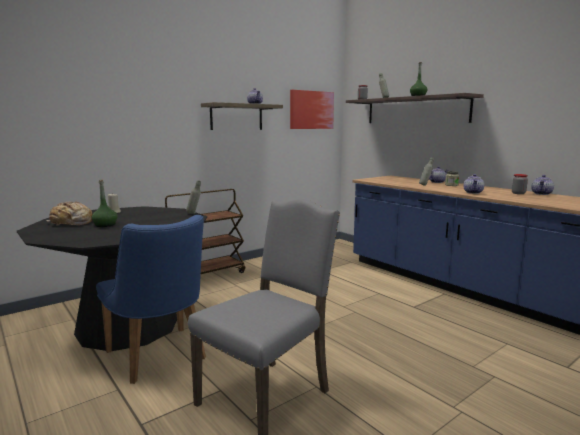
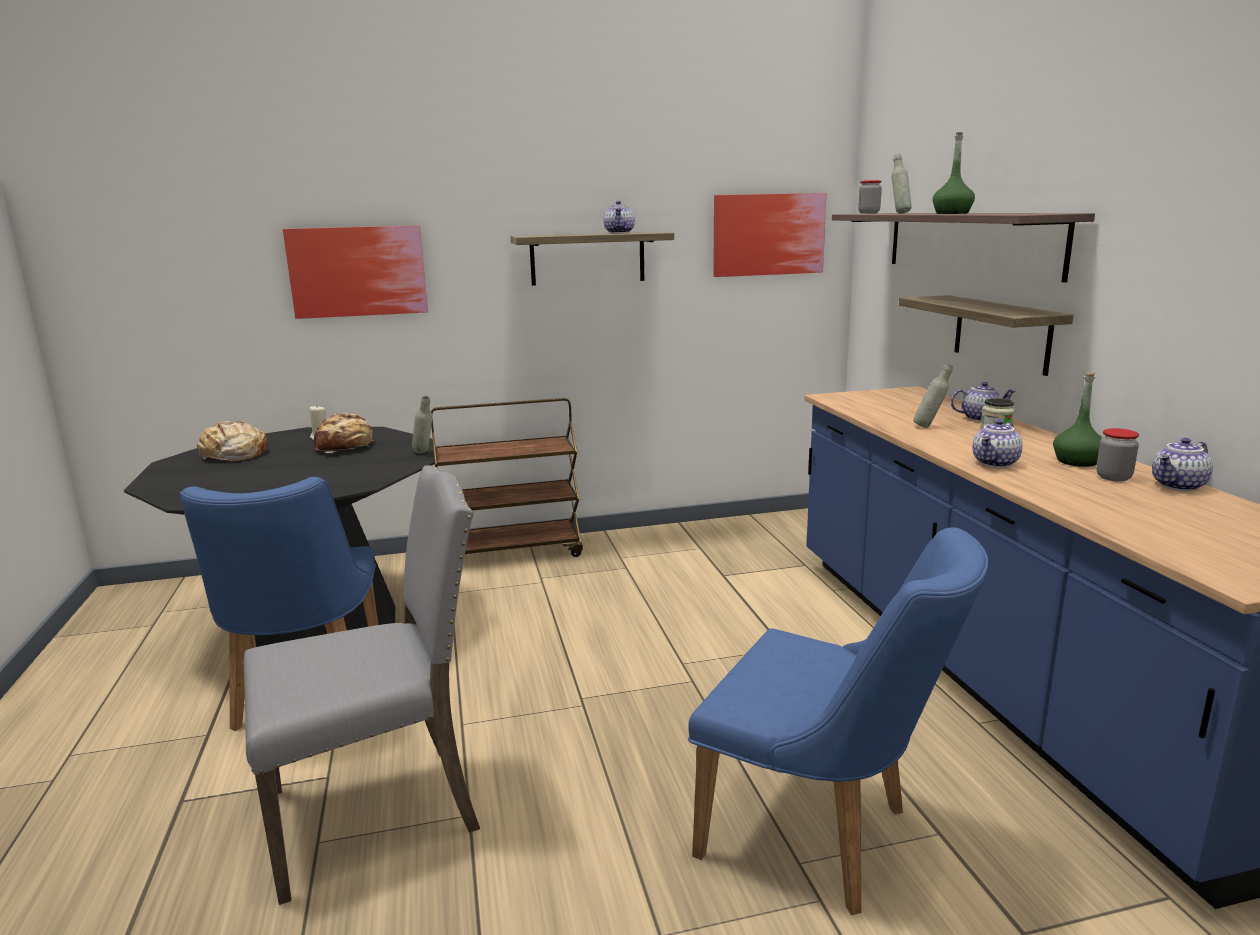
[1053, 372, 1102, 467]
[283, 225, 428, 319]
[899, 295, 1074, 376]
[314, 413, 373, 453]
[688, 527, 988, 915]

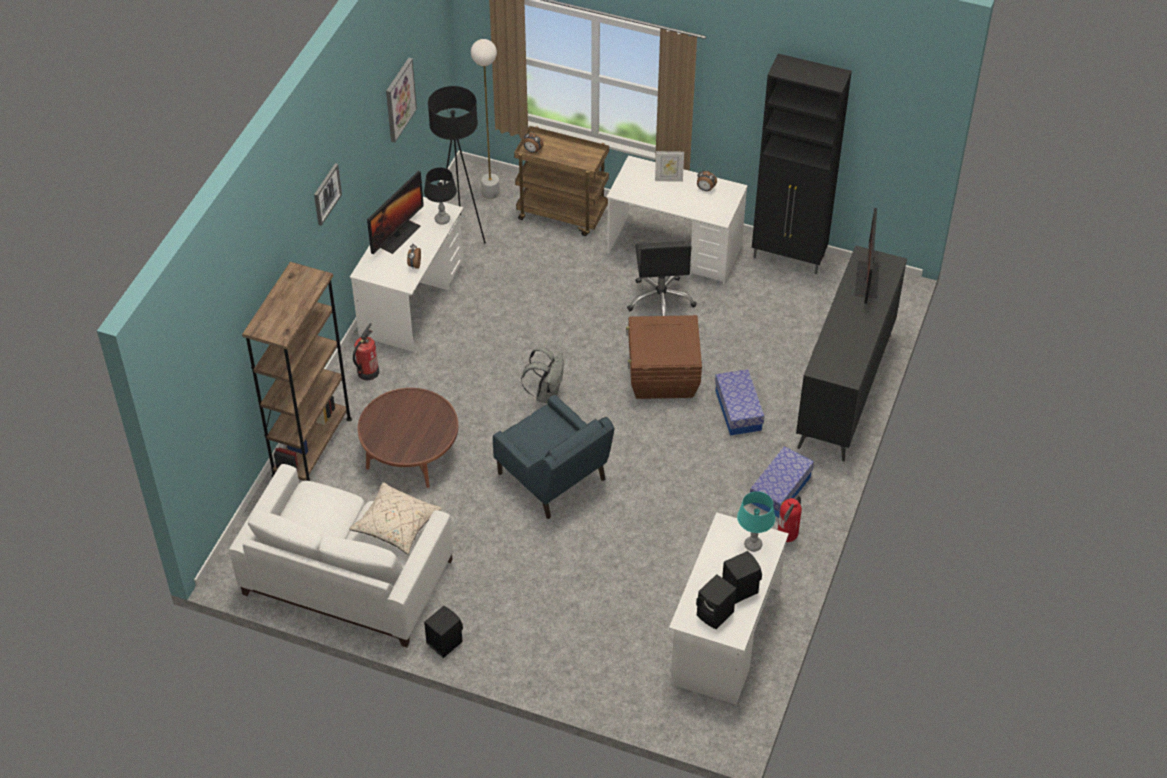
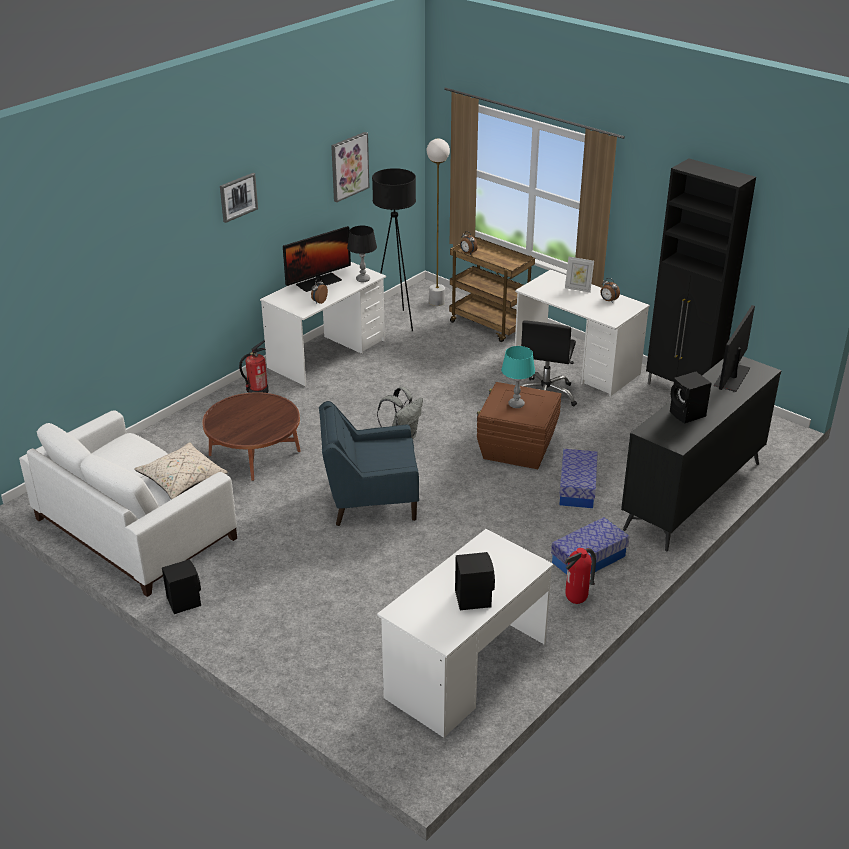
[242, 262, 352, 481] (first image)
[319, 401, 419, 526]
[501, 346, 535, 408]
[670, 372, 711, 423]

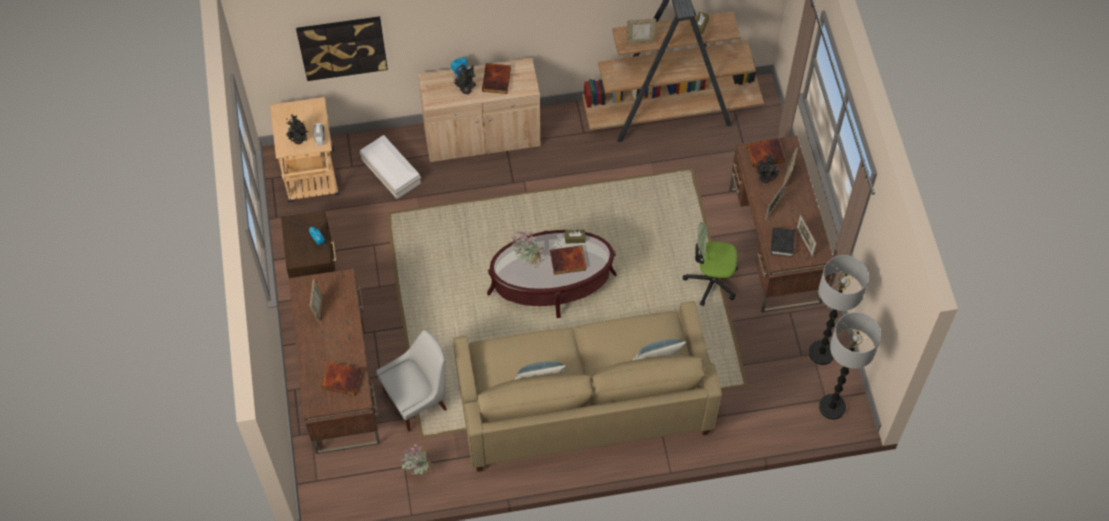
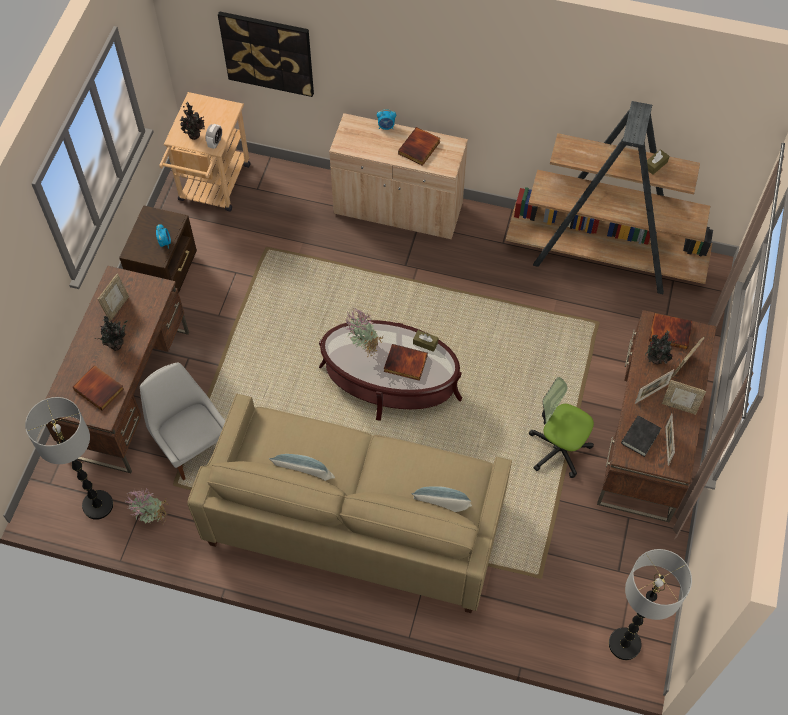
[662, 380, 706, 415]
[95, 316, 128, 351]
[360, 135, 421, 199] (first image)
[25, 397, 113, 520]
[140, 362, 225, 480]

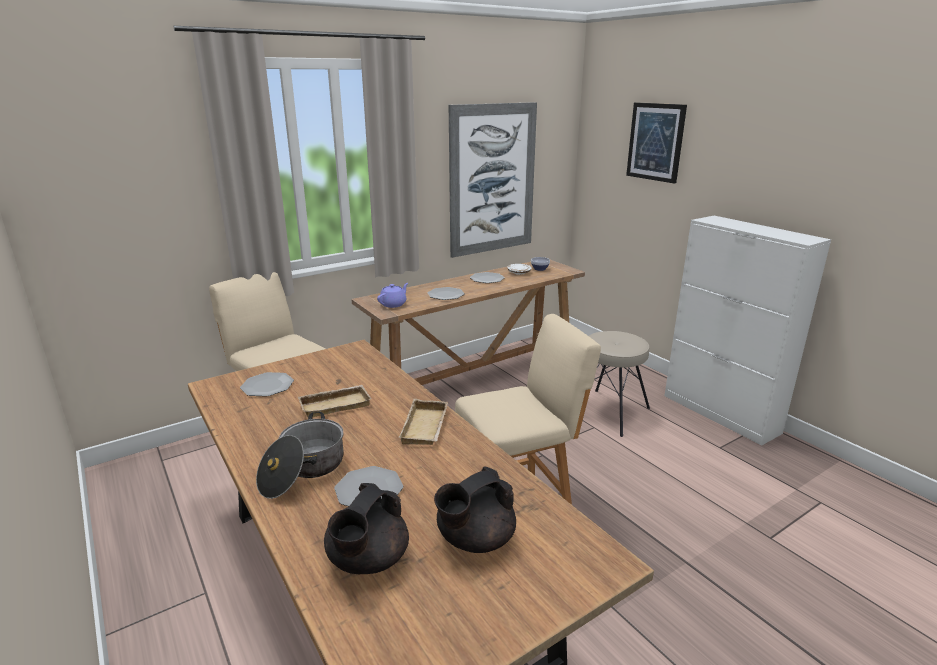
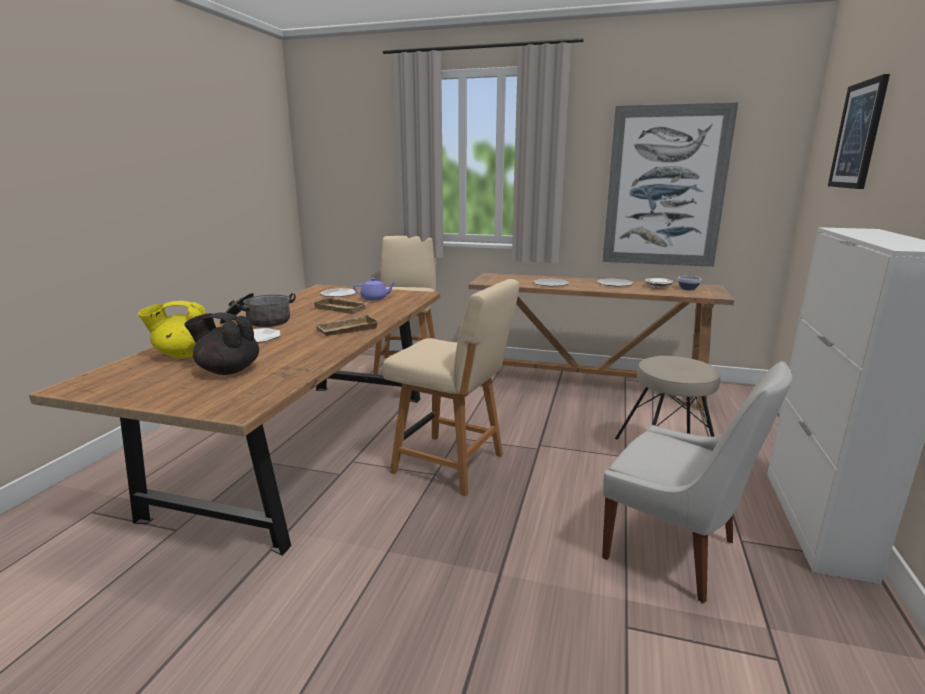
[353, 278, 396, 300]
[138, 301, 206, 358]
[602, 361, 792, 603]

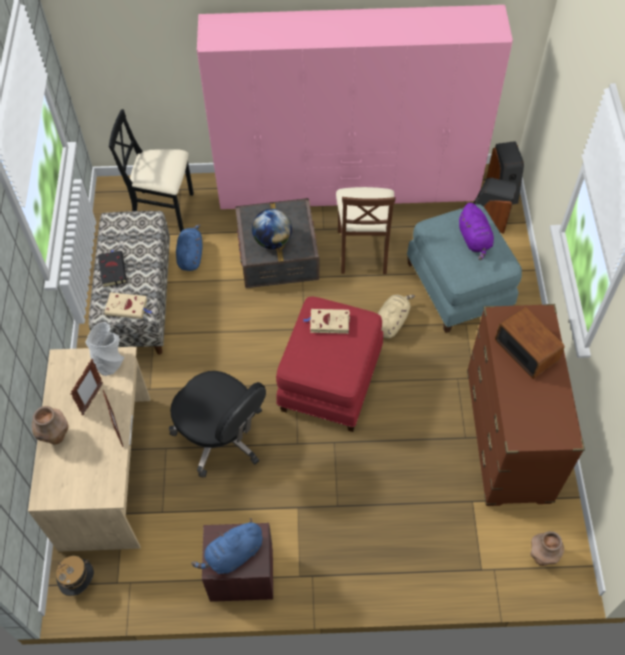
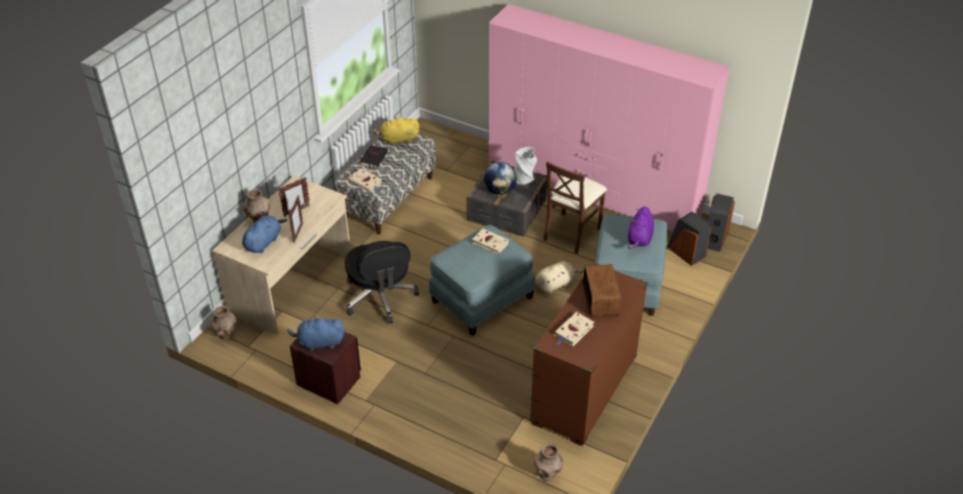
[109, 109, 194, 232] (first image)
[242, 215, 287, 253]
[429, 225, 535, 336]
[514, 147, 537, 185]
[211, 306, 237, 340]
[372, 117, 419, 146]
[554, 312, 595, 346]

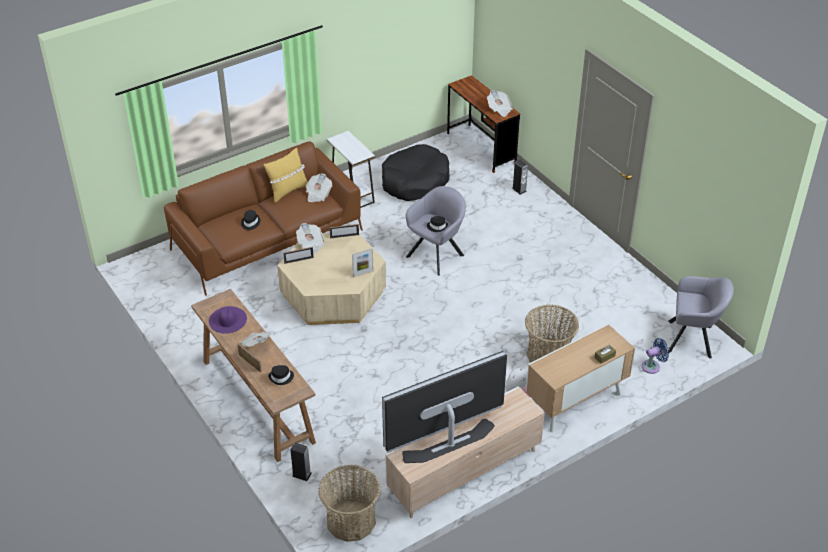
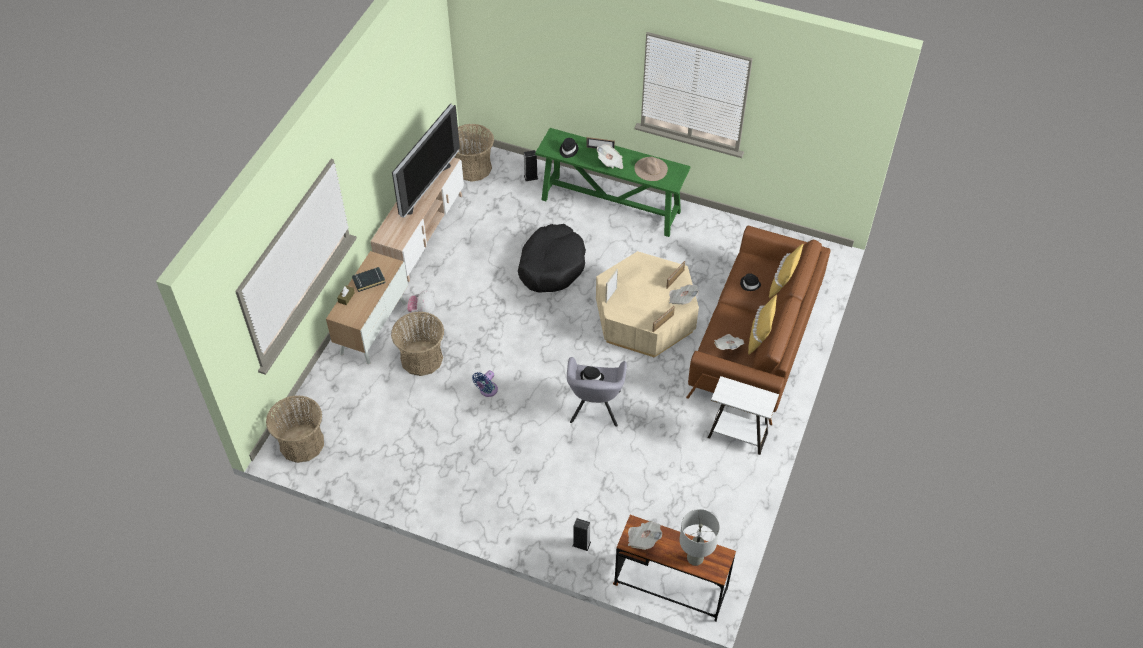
[518, 224, 586, 293]
[266, 395, 324, 463]
[535, 128, 690, 237]
[634, 157, 668, 181]
[472, 370, 498, 397]
[769, 244, 803, 298]
[352, 267, 386, 292]
[679, 509, 720, 566]

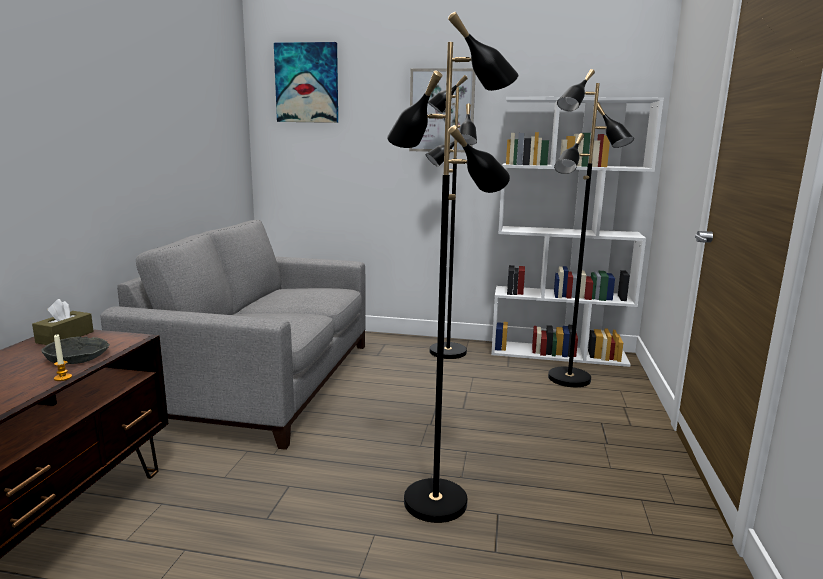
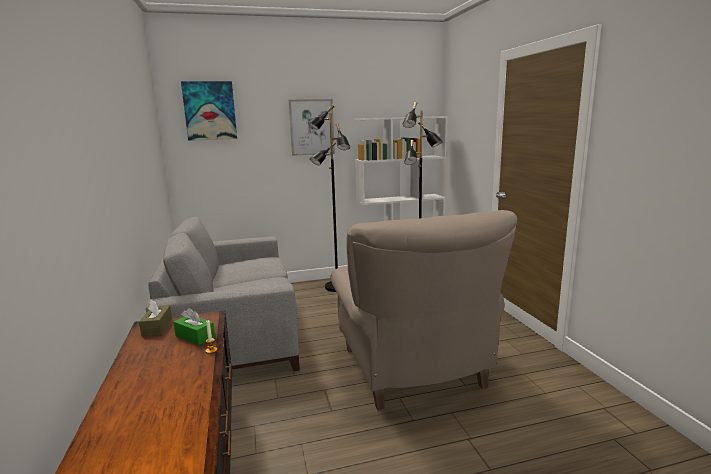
[330, 210, 517, 410]
[174, 308, 215, 345]

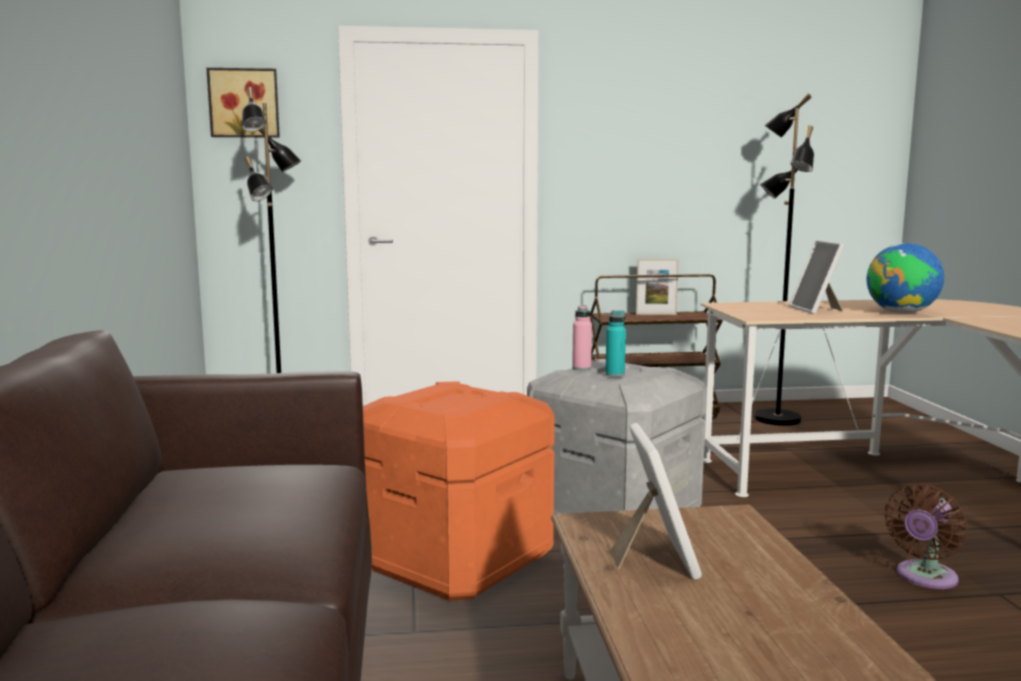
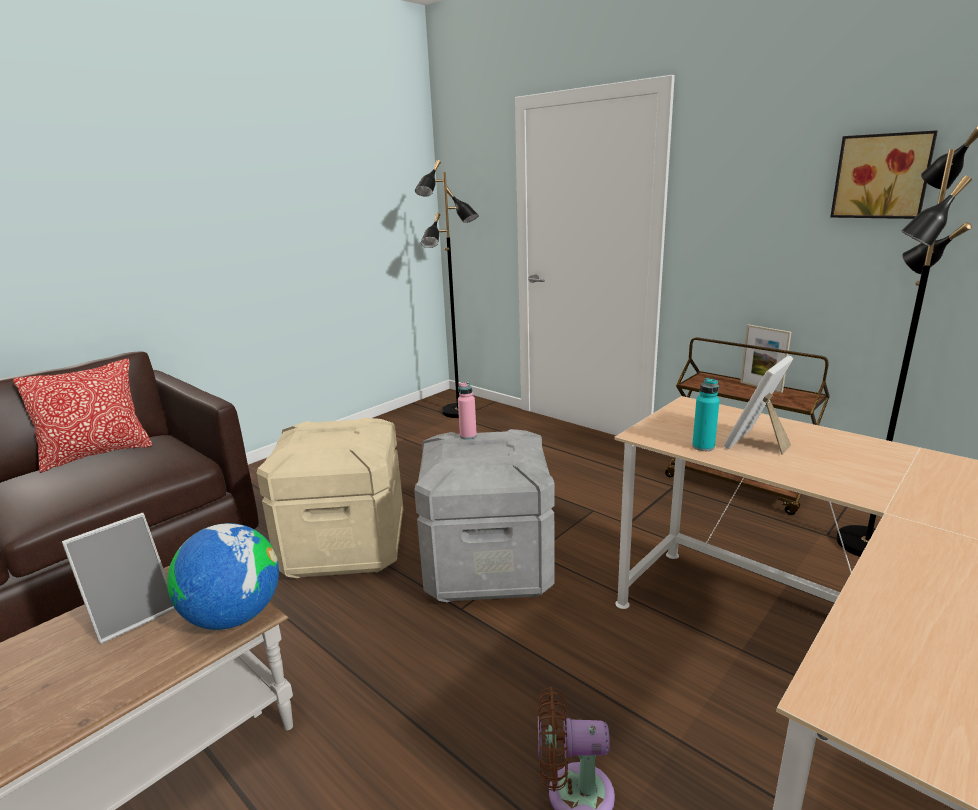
[830, 130, 938, 219]
[167, 523, 279, 630]
[692, 378, 720, 451]
[257, 417, 403, 578]
[13, 359, 152, 473]

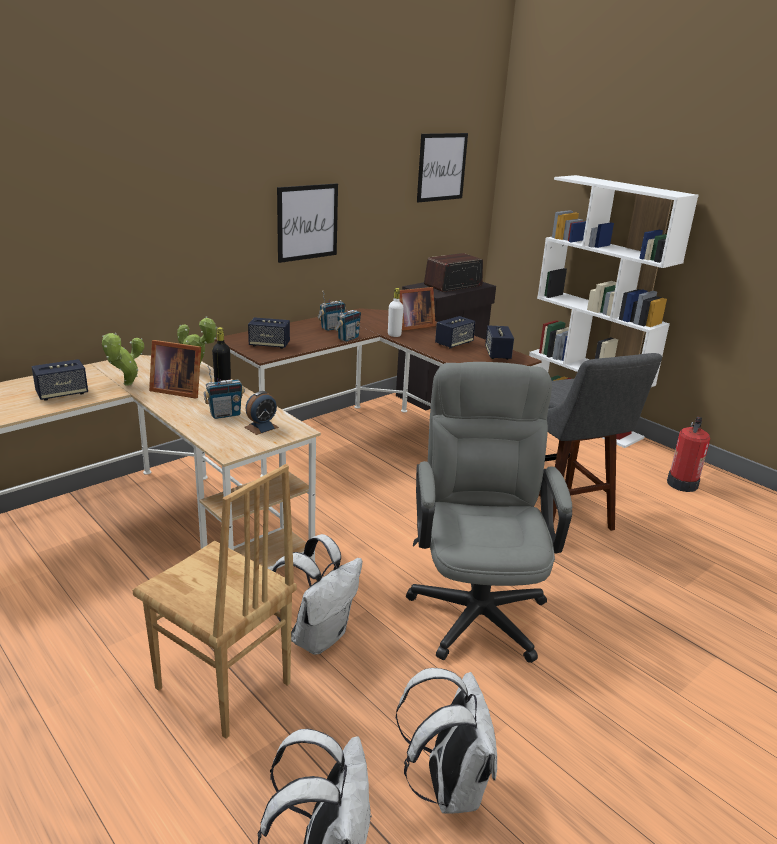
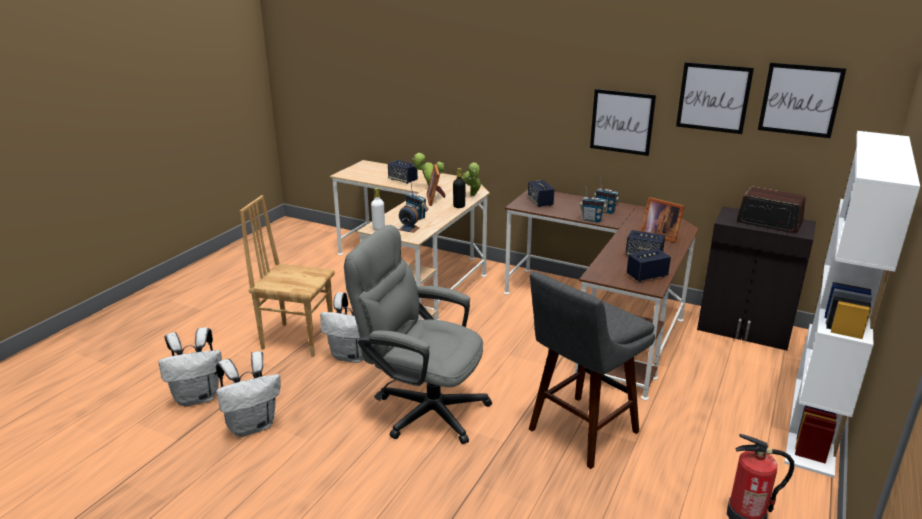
[371, 188, 385, 230]
[344, 225, 492, 444]
[240, 195, 335, 357]
[676, 62, 754, 134]

